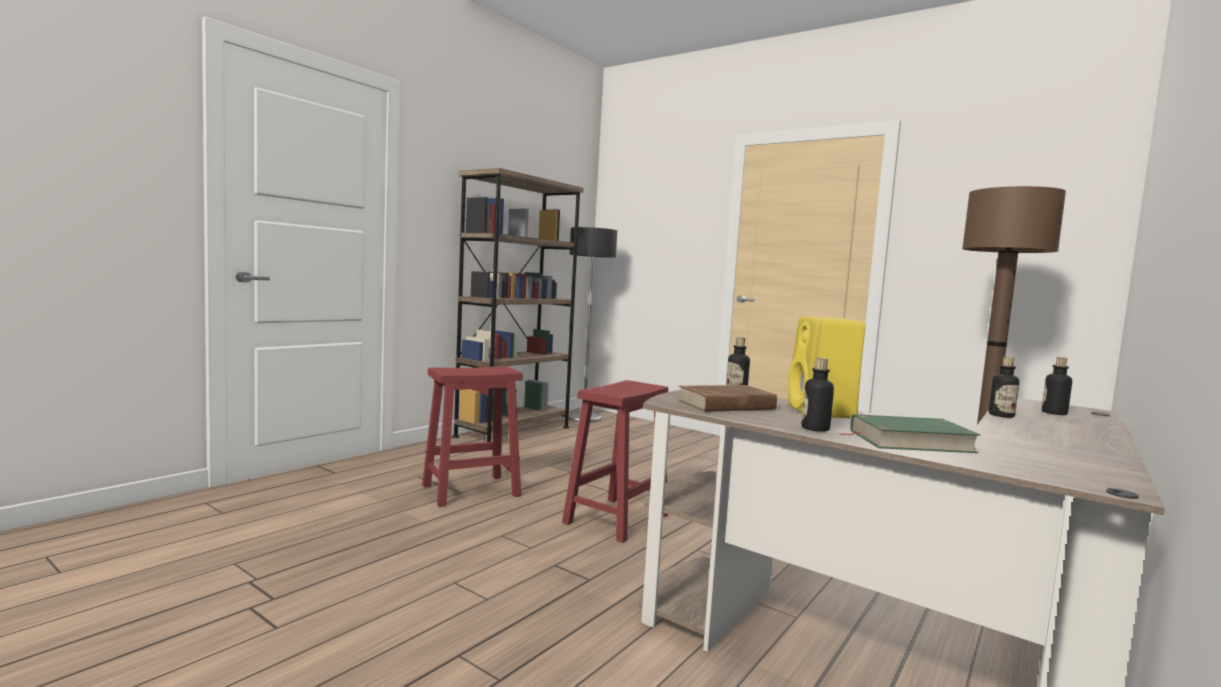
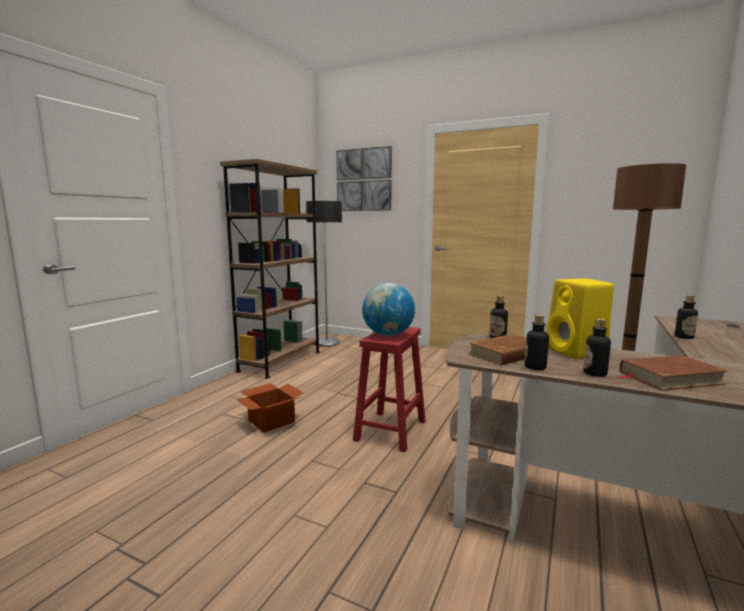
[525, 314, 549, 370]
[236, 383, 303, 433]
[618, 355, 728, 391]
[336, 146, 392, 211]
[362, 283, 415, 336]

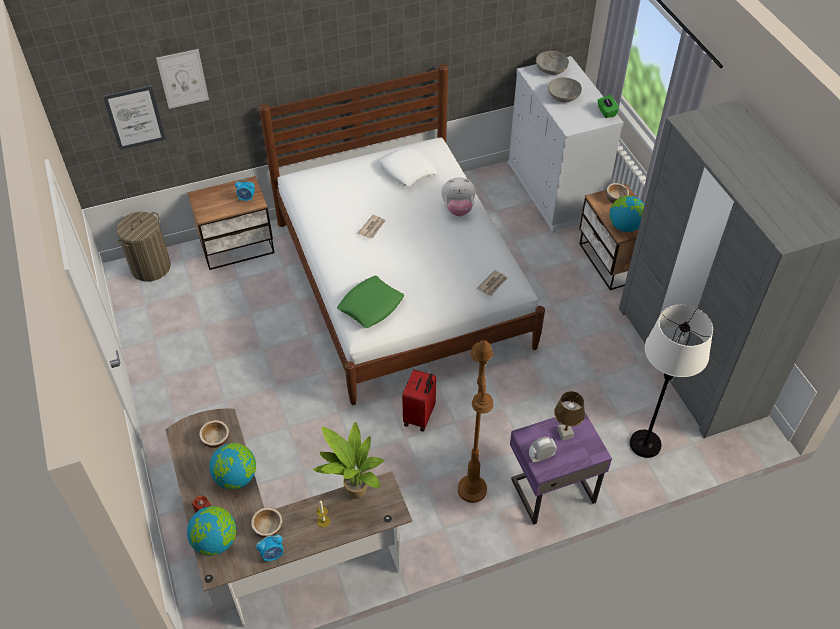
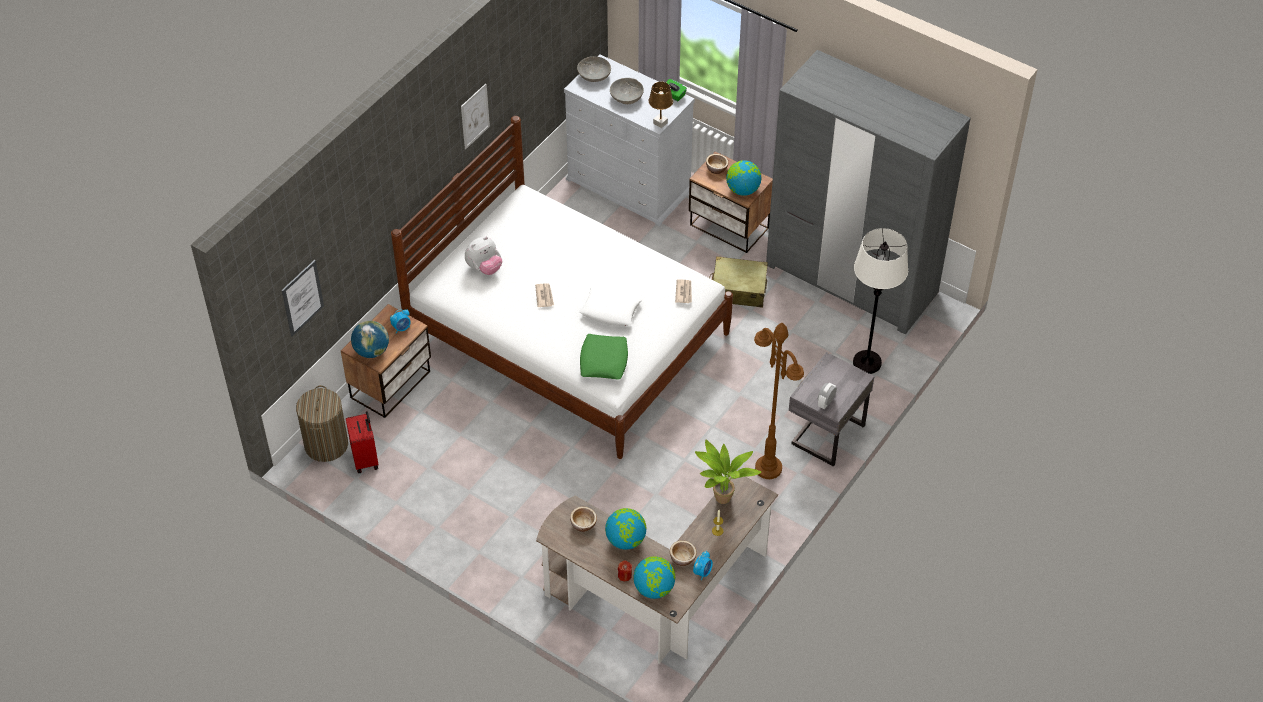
[461, 83, 490, 149]
[579, 285, 643, 326]
[465, 237, 502, 275]
[346, 411, 378, 473]
[649, 82, 673, 128]
[789, 352, 875, 467]
[709, 256, 768, 308]
[351, 321, 389, 358]

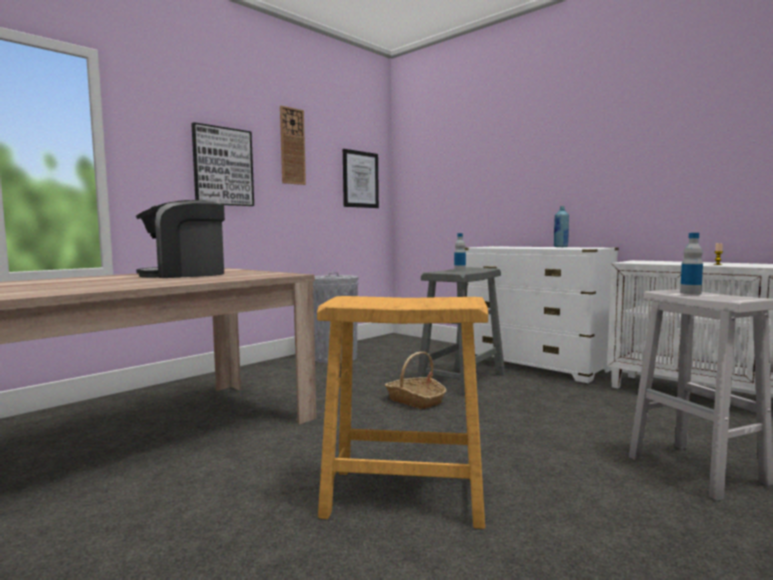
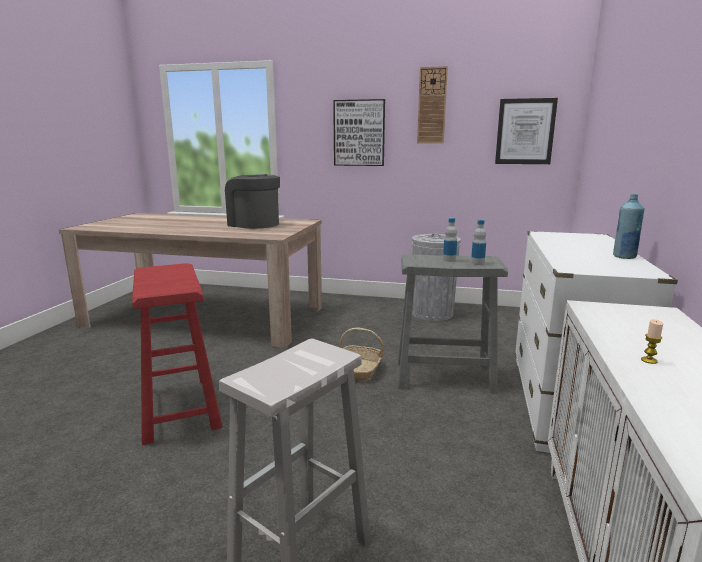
[471, 220, 486, 265]
[132, 263, 222, 445]

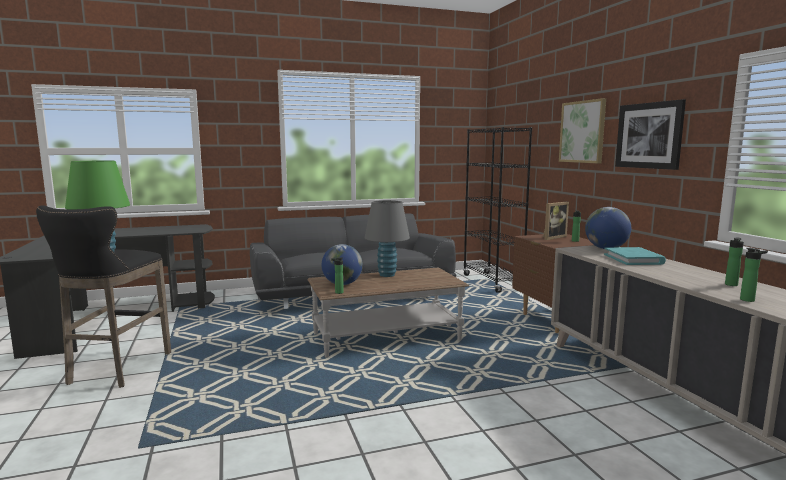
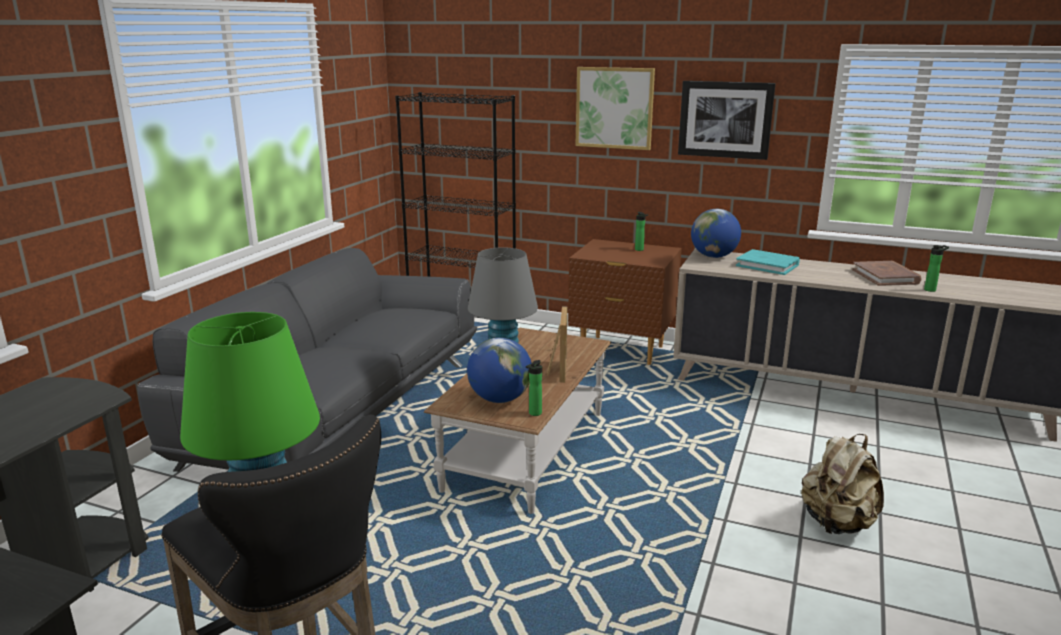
[547, 306, 567, 383]
[852, 261, 922, 286]
[801, 434, 884, 534]

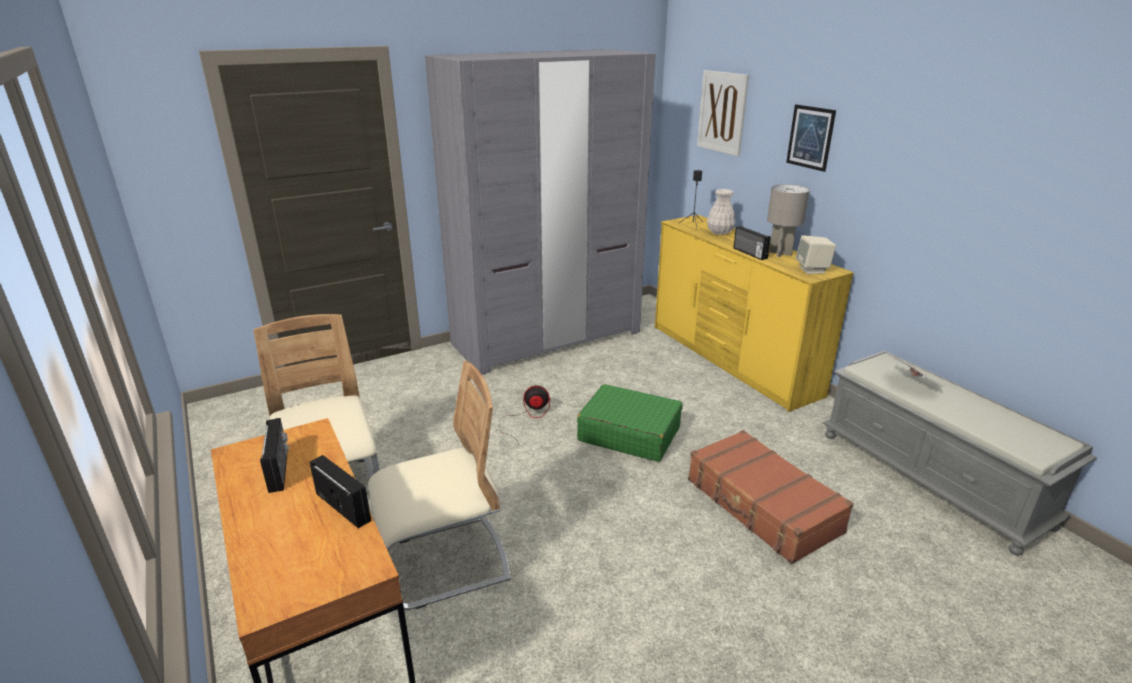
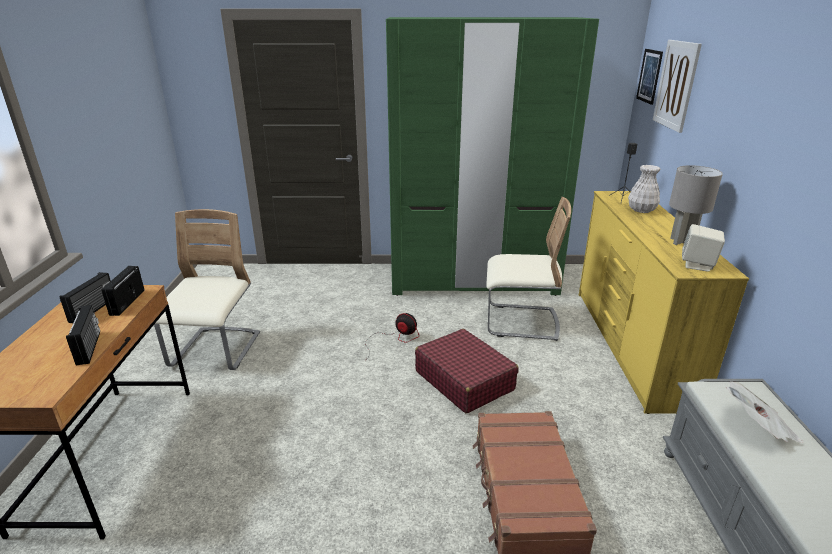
[386, 17, 599, 296]
[636, 49, 663, 105]
[101, 266, 144, 316]
[486, 197, 571, 341]
[415, 329, 519, 414]

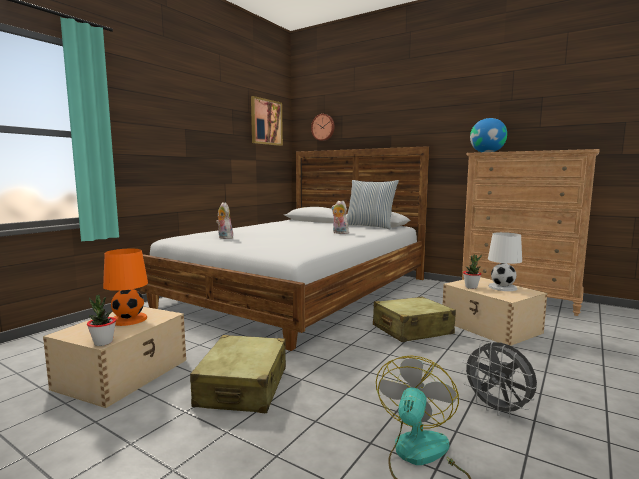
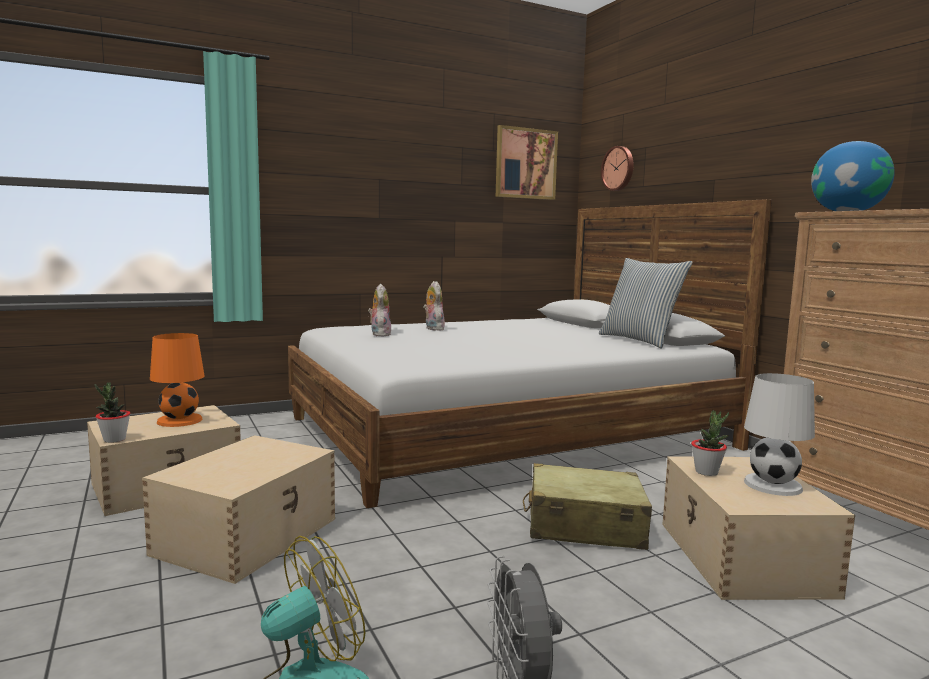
[423, 281, 445, 331]
[142, 435, 335, 584]

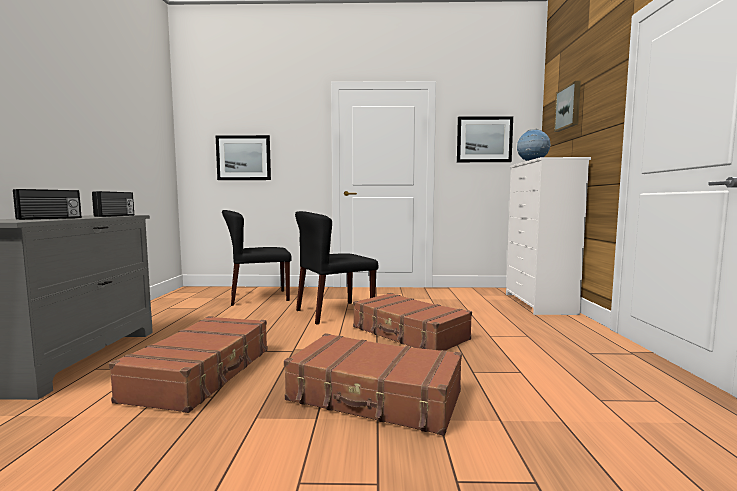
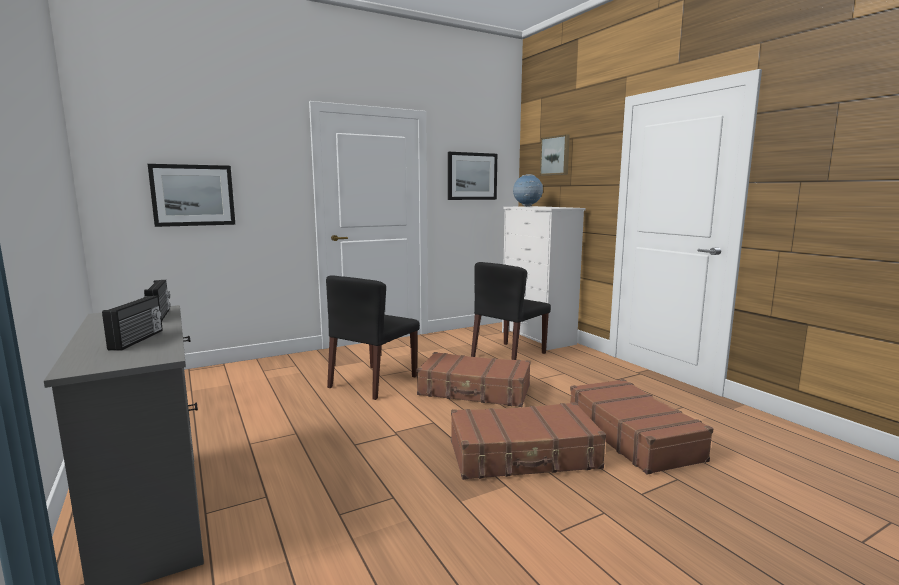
[471, 262, 551, 360]
[570, 379, 713, 475]

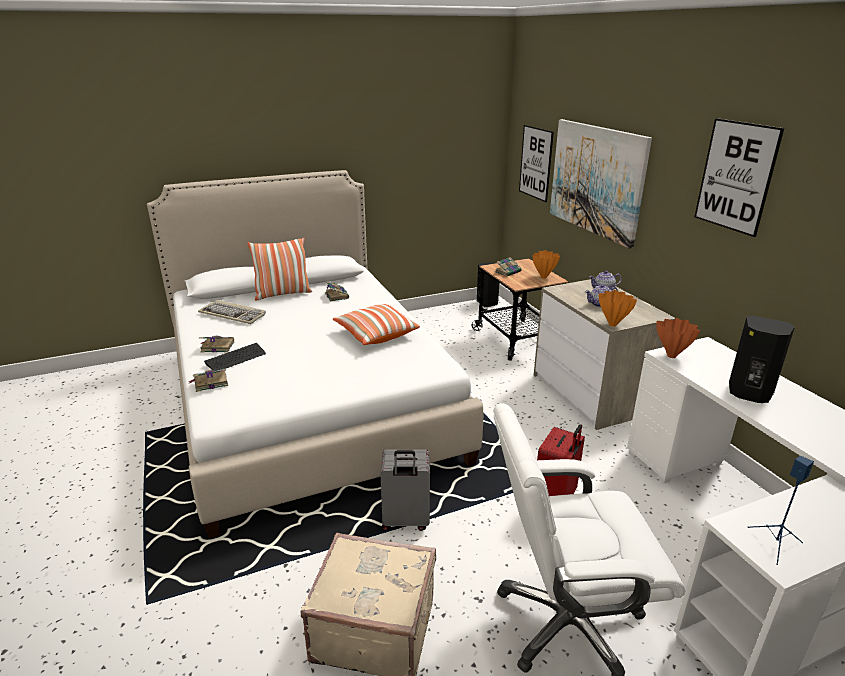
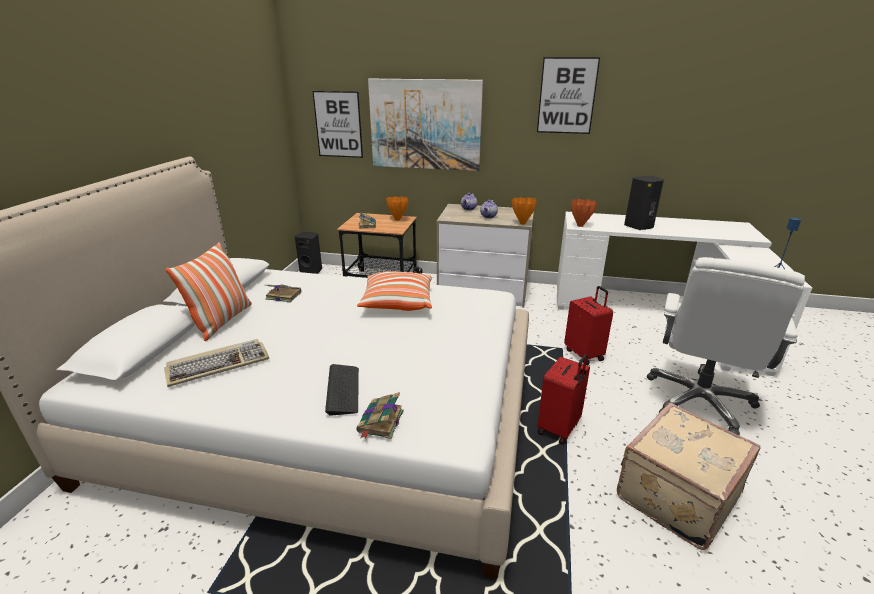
[199, 336, 234, 352] (first image)
[538, 354, 590, 445]

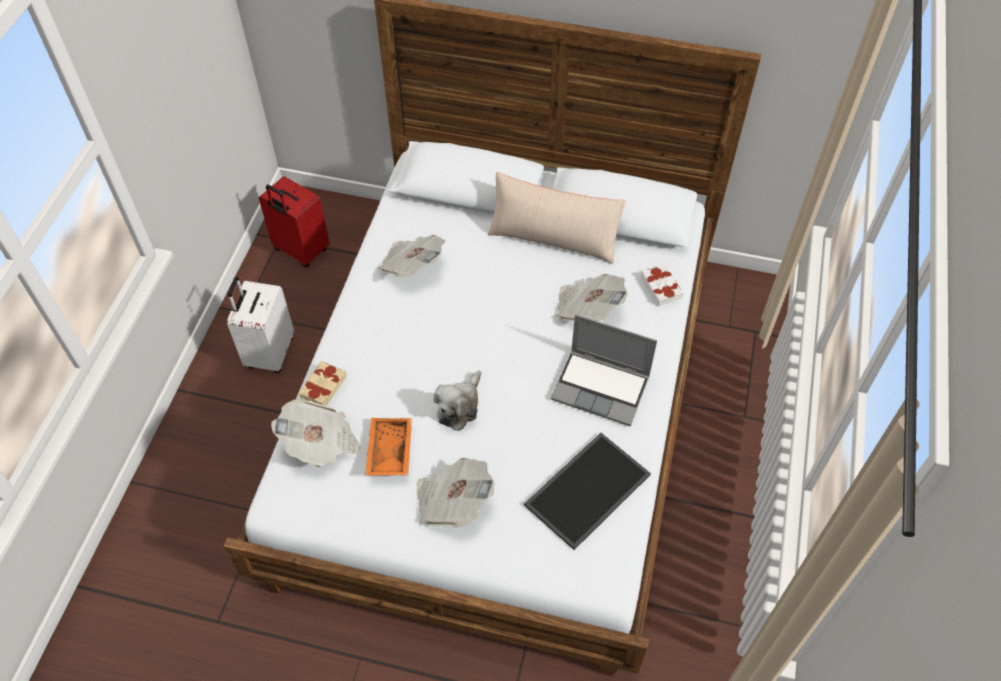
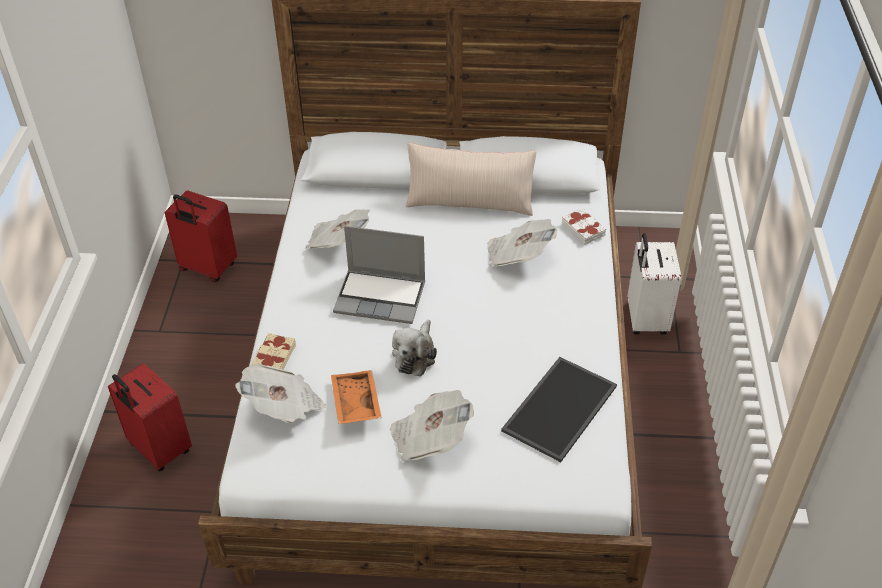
[628, 233, 681, 335]
[333, 226, 425, 324]
[108, 363, 192, 472]

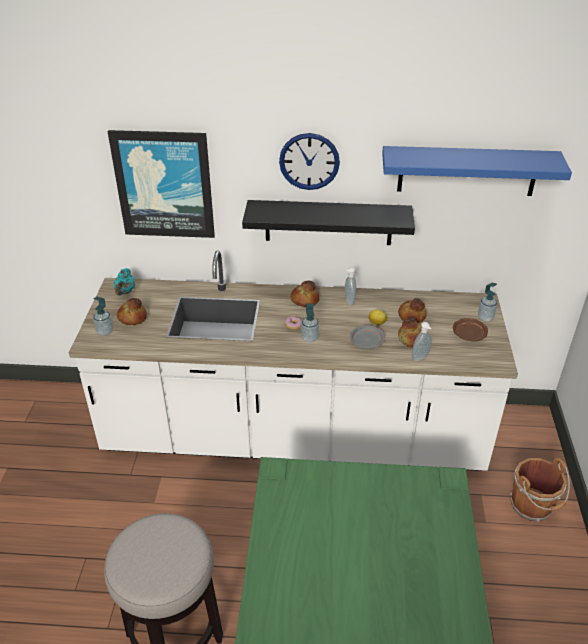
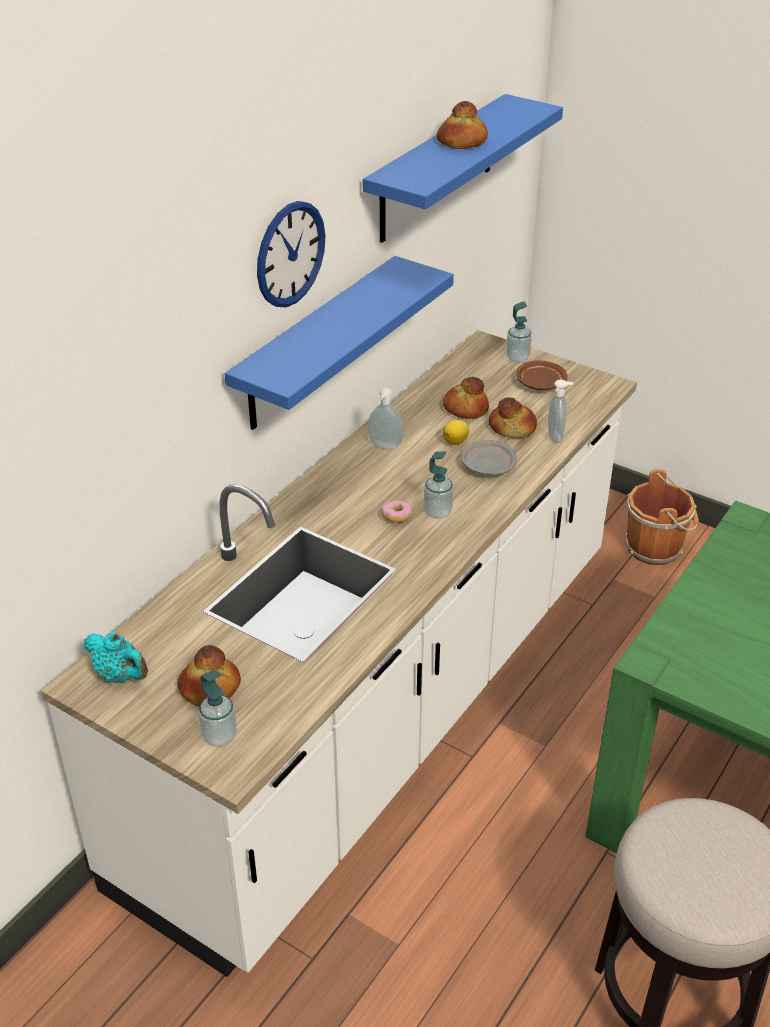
[108, 130, 215, 238] (first image)
[225, 256, 454, 430]
[437, 101, 488, 149]

